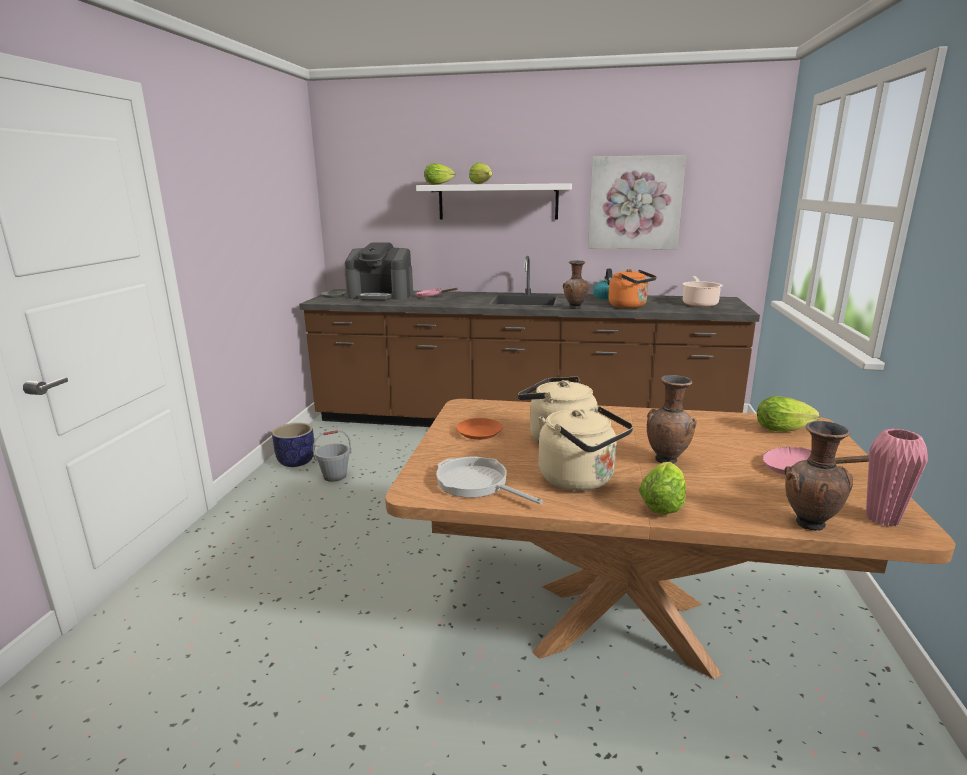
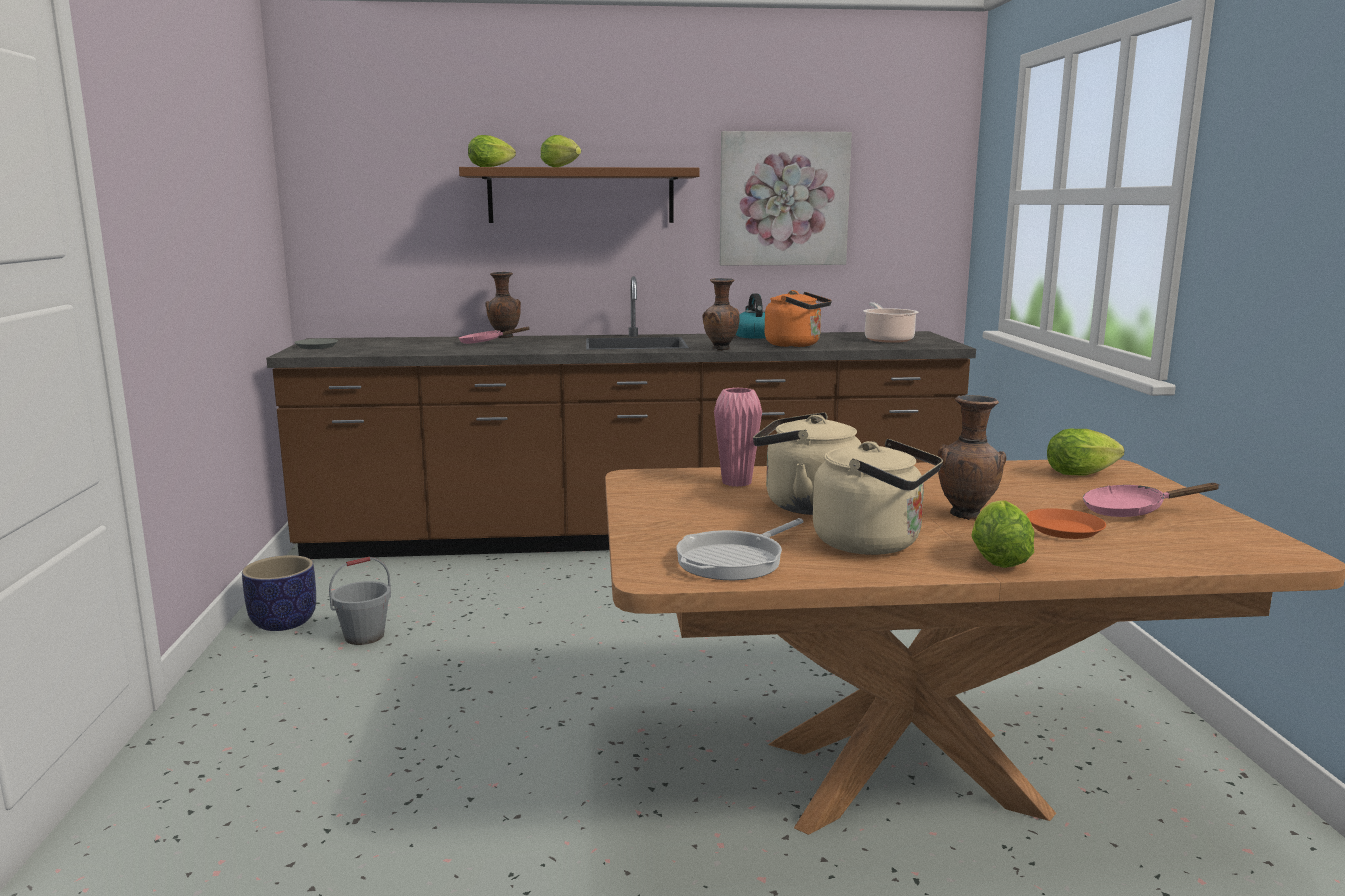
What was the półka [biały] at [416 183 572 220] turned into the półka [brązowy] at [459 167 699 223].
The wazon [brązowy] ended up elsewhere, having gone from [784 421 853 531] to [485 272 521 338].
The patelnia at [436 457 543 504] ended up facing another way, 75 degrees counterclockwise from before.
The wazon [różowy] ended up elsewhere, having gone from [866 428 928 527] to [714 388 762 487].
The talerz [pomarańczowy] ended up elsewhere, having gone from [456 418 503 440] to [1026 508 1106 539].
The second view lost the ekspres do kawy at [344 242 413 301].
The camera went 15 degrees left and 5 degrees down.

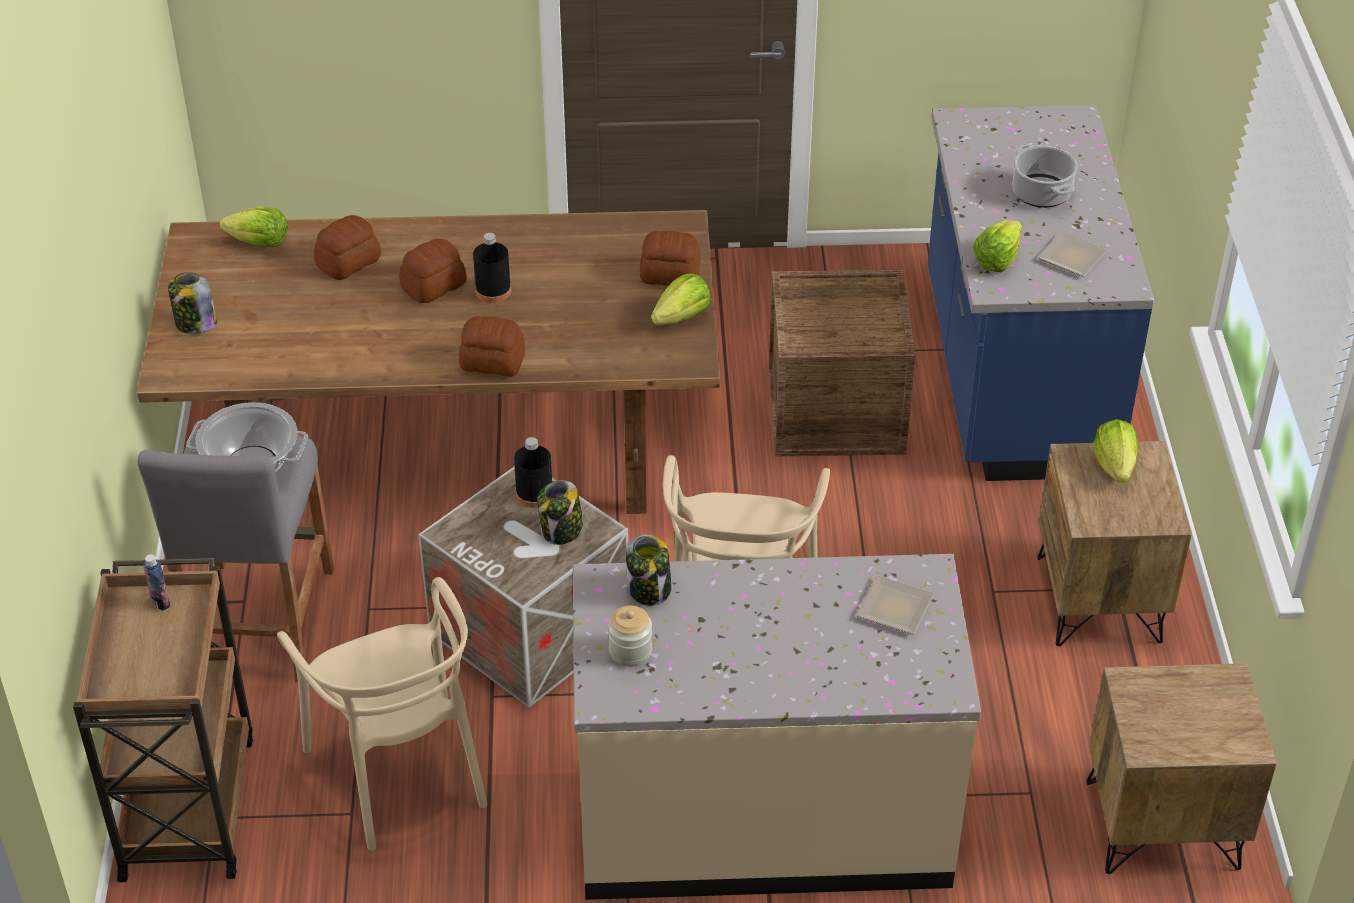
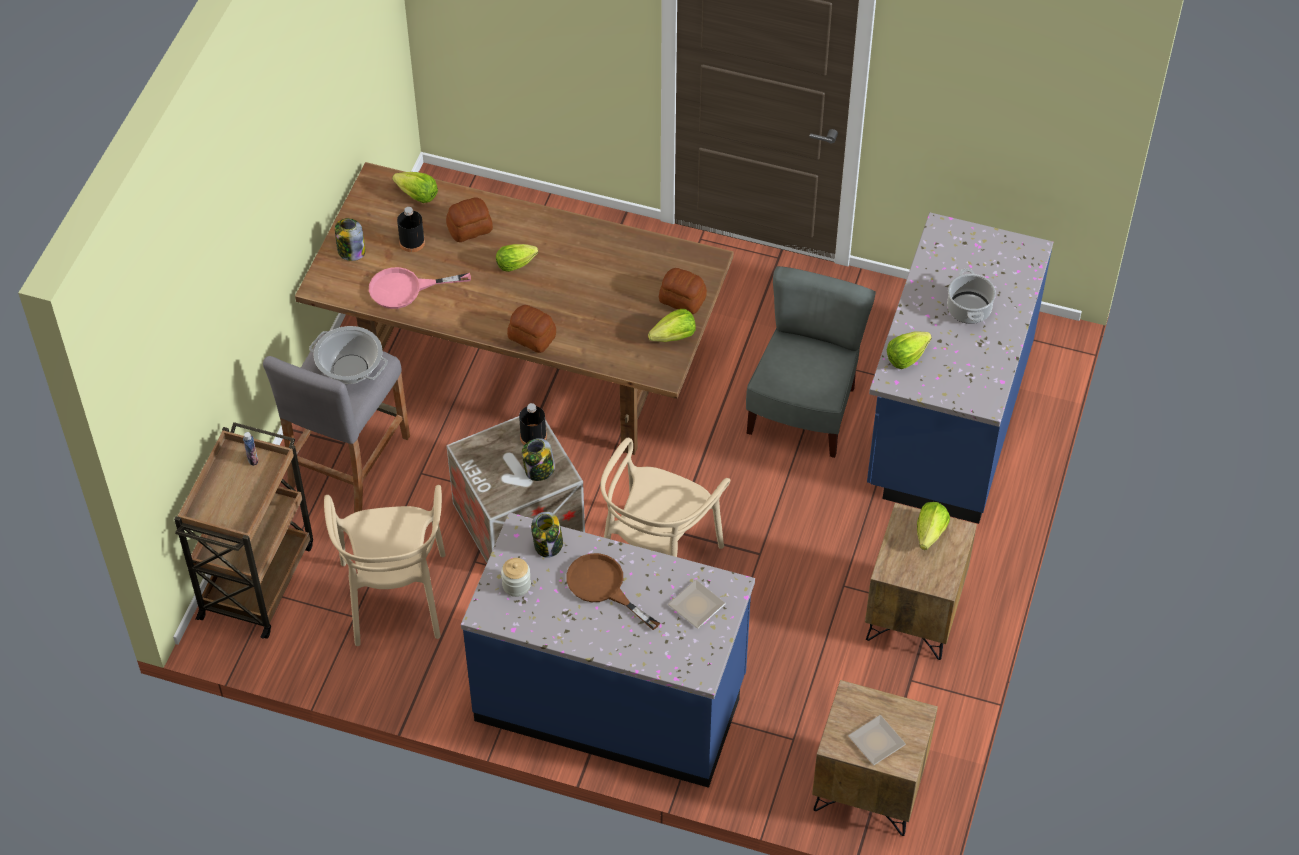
The second view gained the patelnia [różowy] at [369 267 471 309].
The butelka [czarny] ended up elsewhere, having gone from [473 233 511 303] to [397 207 425 252].
What was the zabudowa kuchenna [beżowy] at [573 554 981 900] turned into the zabudowa kuchenna [niebieski] at [461 512 755 788].
Where the chleb stood at [399 239 467 303], the sałata came to stand at [496 244 538 272].
The second view gained the patelnia [brązowy] at [566 553 660 630].
Where the skrzynka stood at [769 270 916 457], the krzesło [szary] came to stand at [746 266 876 458].
The talerz ended up elsewhere, having gone from [1038 232 1108 277] to [848 715 906 765].
The camera went 20 degrees right and 10 degrees up.

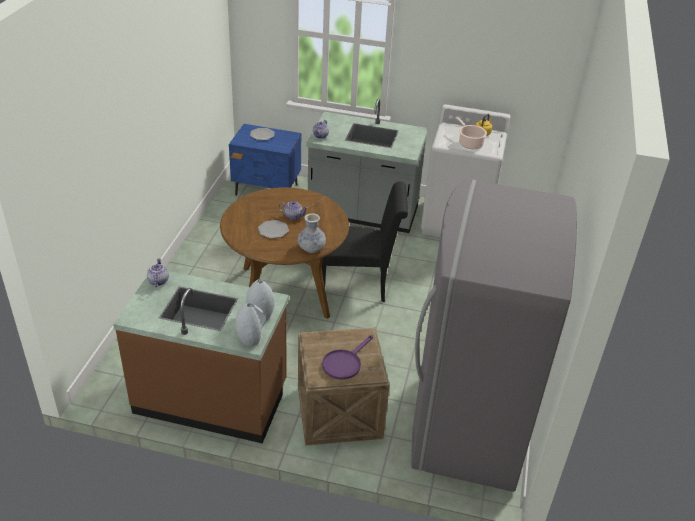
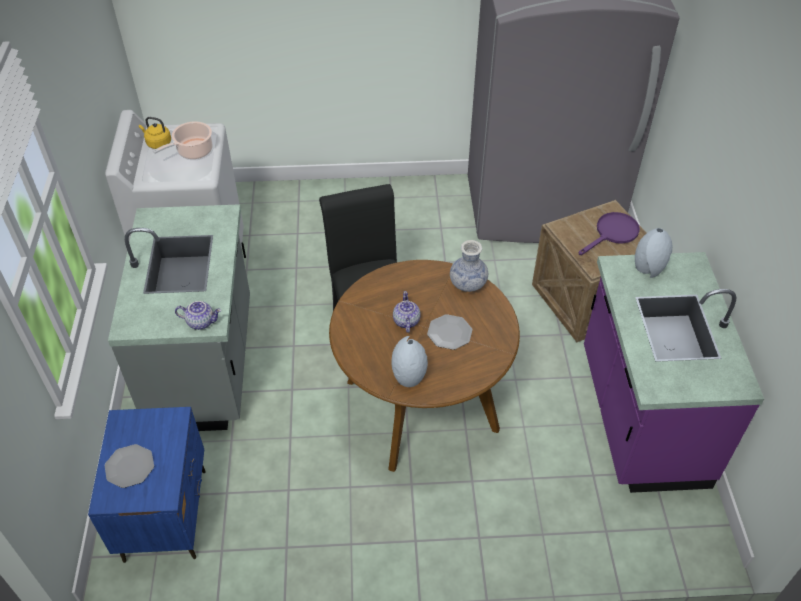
The wazon [szary] ended up elsewhere, having gone from [235 303 266 346] to [391 336 428 387].
The patelnia [fioletowy] at [322 335 373 380] ended up facing another way, 60 degrees counterclockwise from before.
What was the zabudowa kuchenna [brązowy] at [113 271 289 443] turned into the zabudowa kuchenna [fioletowy] at [584 252 764 493].
The second view lost the imbryk at [147 258 169 287].
The camera went 105 degrees left and 10 degrees up.

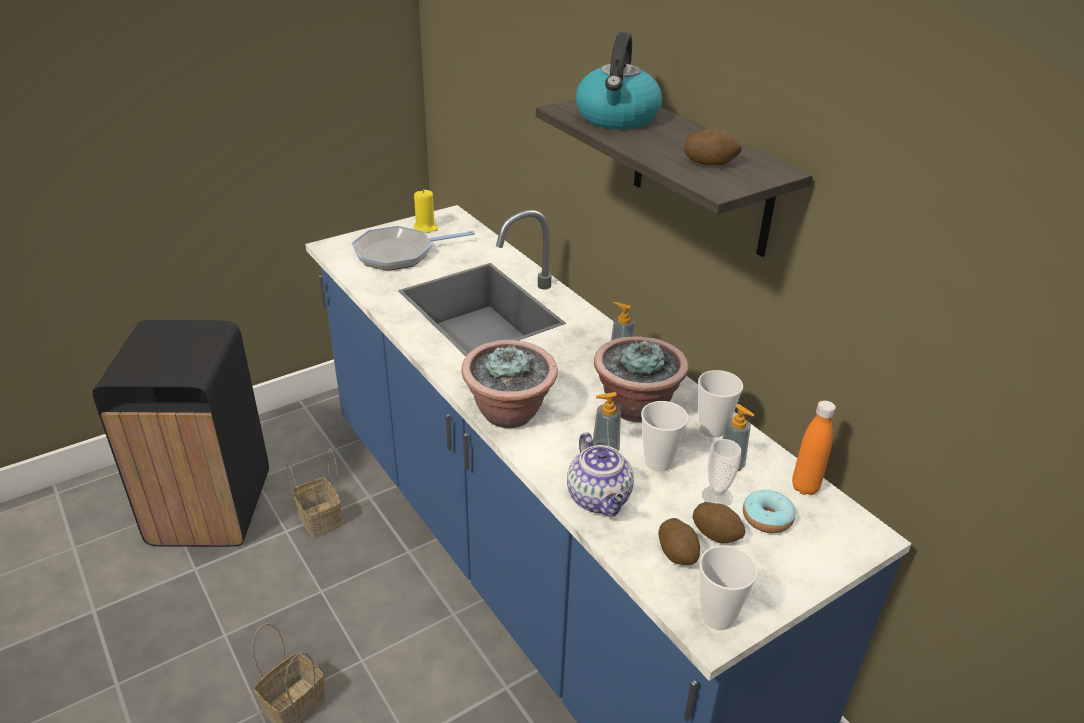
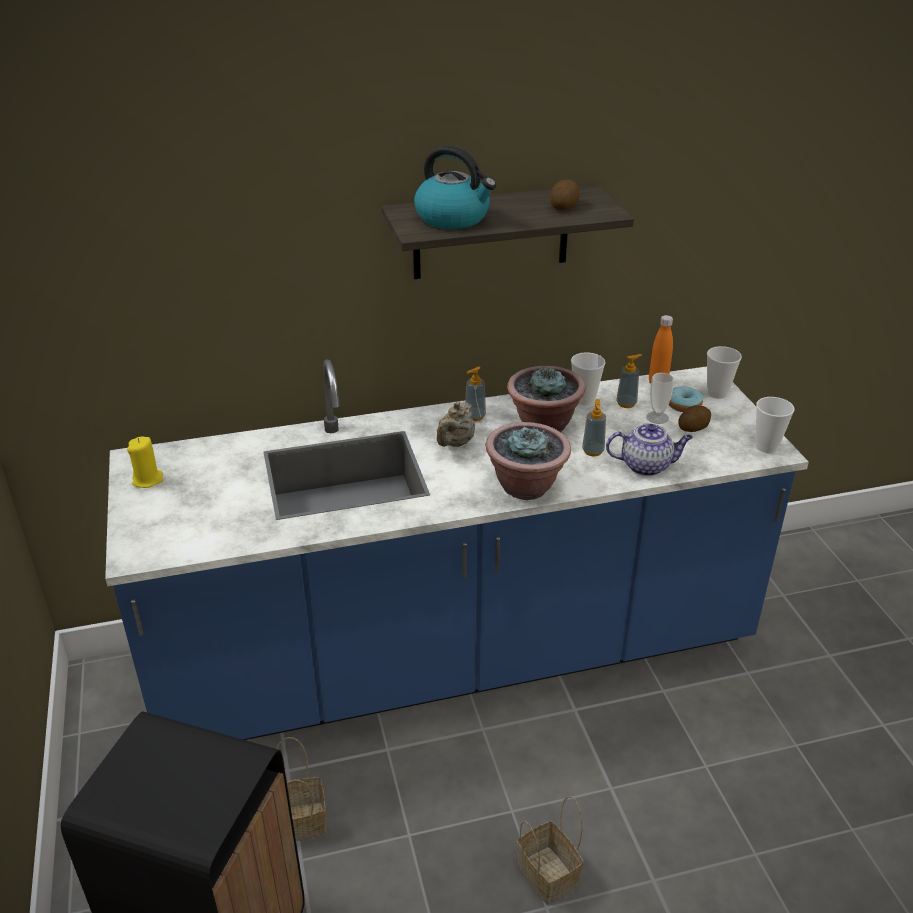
The second view gained the imbryk [beżowy] at [437 402 475 447].
The filiżanka ended up elsewhere, having gone from [641 401 688 472] to [707 346 742 399].
The second view lost the patelnia at [352 226 475 271].
The second view lost the ziemniak at [658 518 700 565].
The camera went 70 degrees left and 0 degrees up.

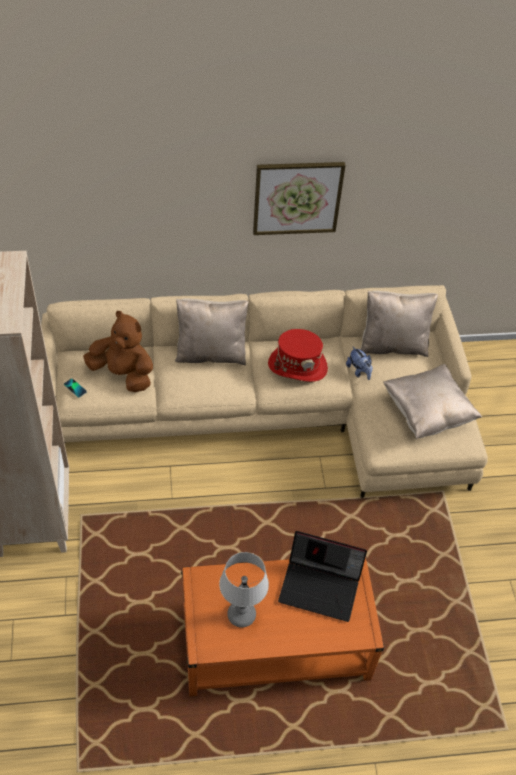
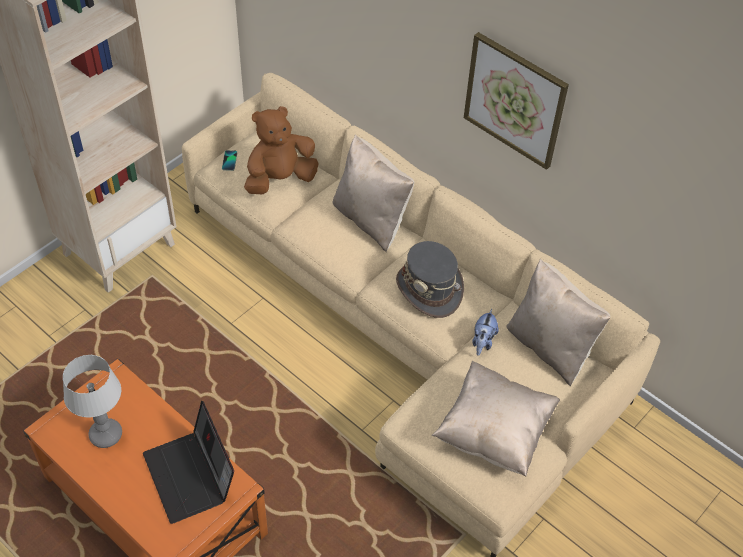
The pluszak [brązowy] at [83 311 153 392] ended up facing another way, 105 degrees counterclockwise from before.
What was the kapelusz [czerwony] at [268 329 328 382] turned into the kapelusz [szary] at [396 241 464 318].
The camera went 50 degrees right and 0 degrees up.

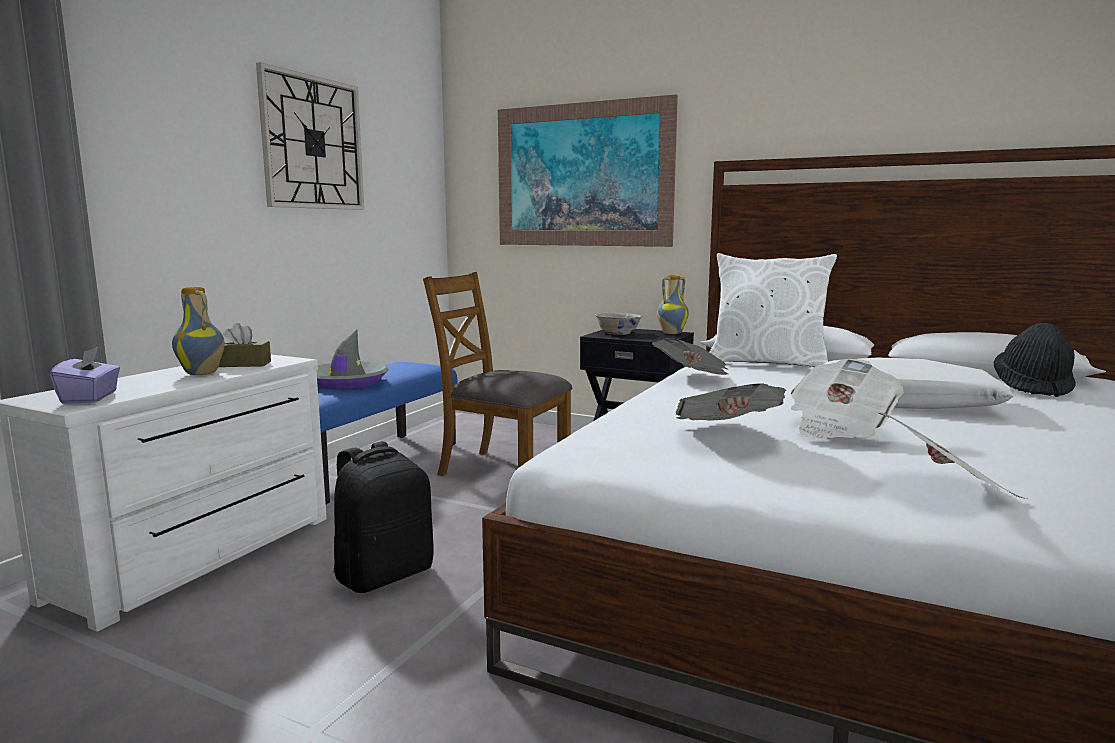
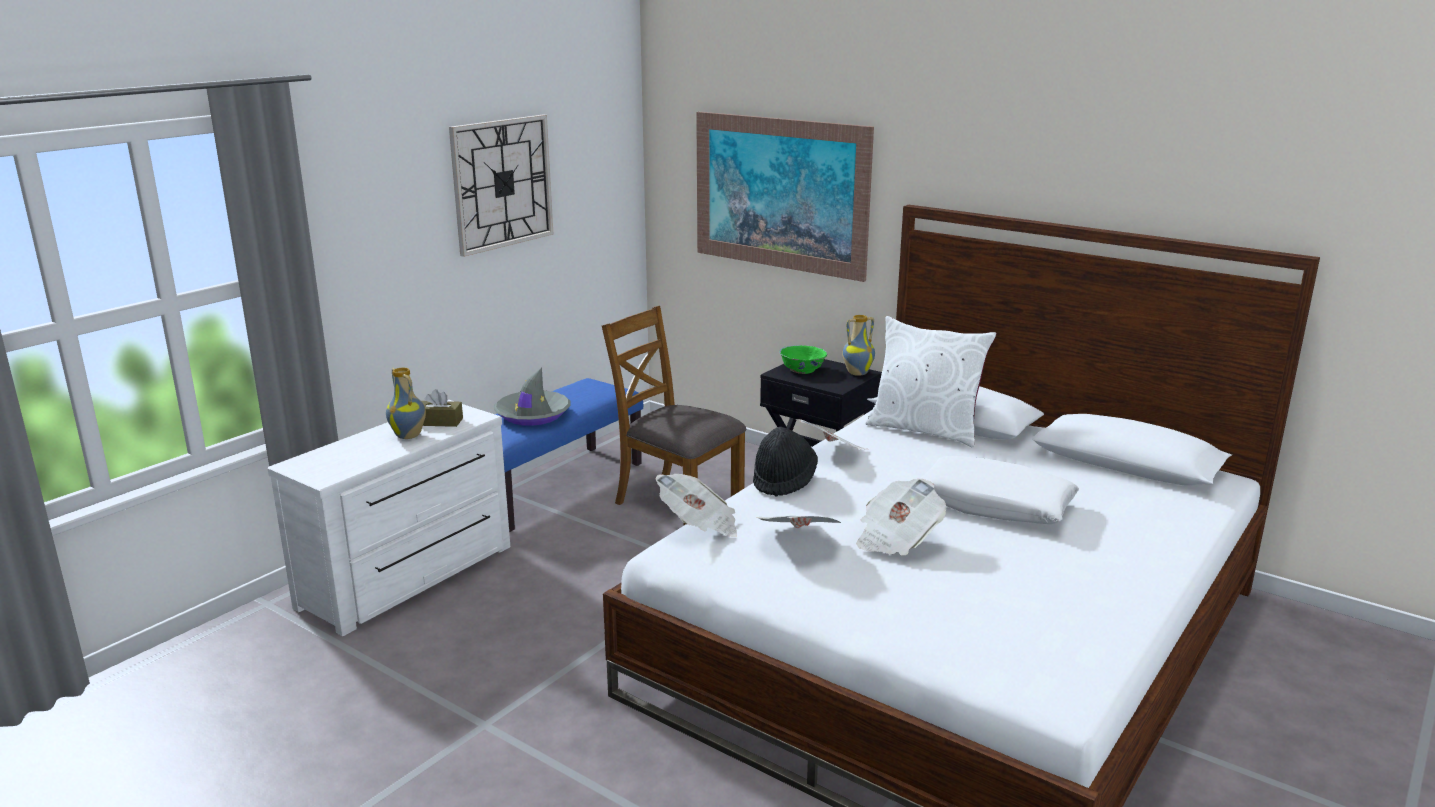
The gazeta ended up elsewhere, having gone from [874 410 1027 499] to [656 474 737 537].
The kapelusz [czarny] ended up elsewhere, having gone from [994 323 1076 397] to [753 427 818 497].
What was the miska [biały] at [595 313 642 335] turned into the miska [zielony] at [779 345 827 374].
The second view lost the pudełko chusteczek [fioletowy] at [50 347 120 404].
The second view lost the plecak [czarny] at [333 441 434 593].
The camera went 10 degrees right and 10 degrees up.

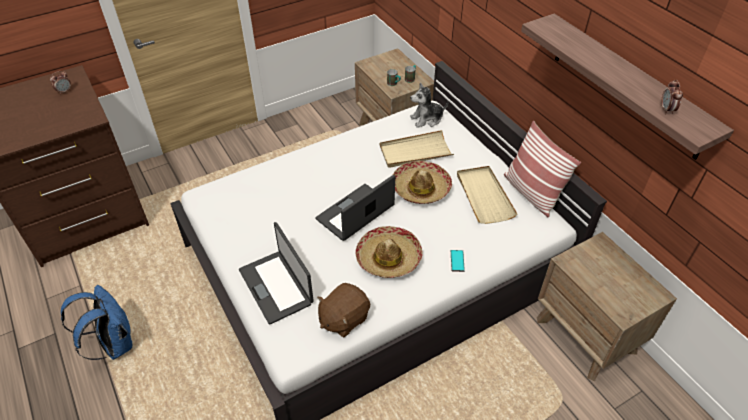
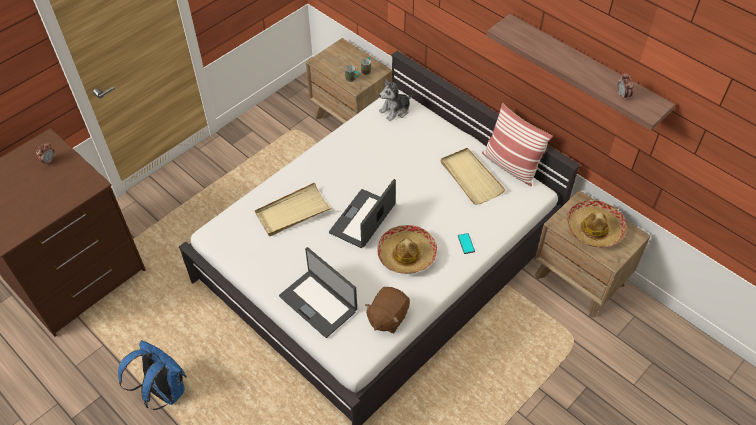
The taca [beżowy] ended up elsewhere, having gone from [380 130 454 168] to [255 182 332 236].
The kapelusz ended up elsewhere, having gone from [393 161 452 204] to [567 200 627 247].
The camera went 15 degrees left and 5 degrees up.

